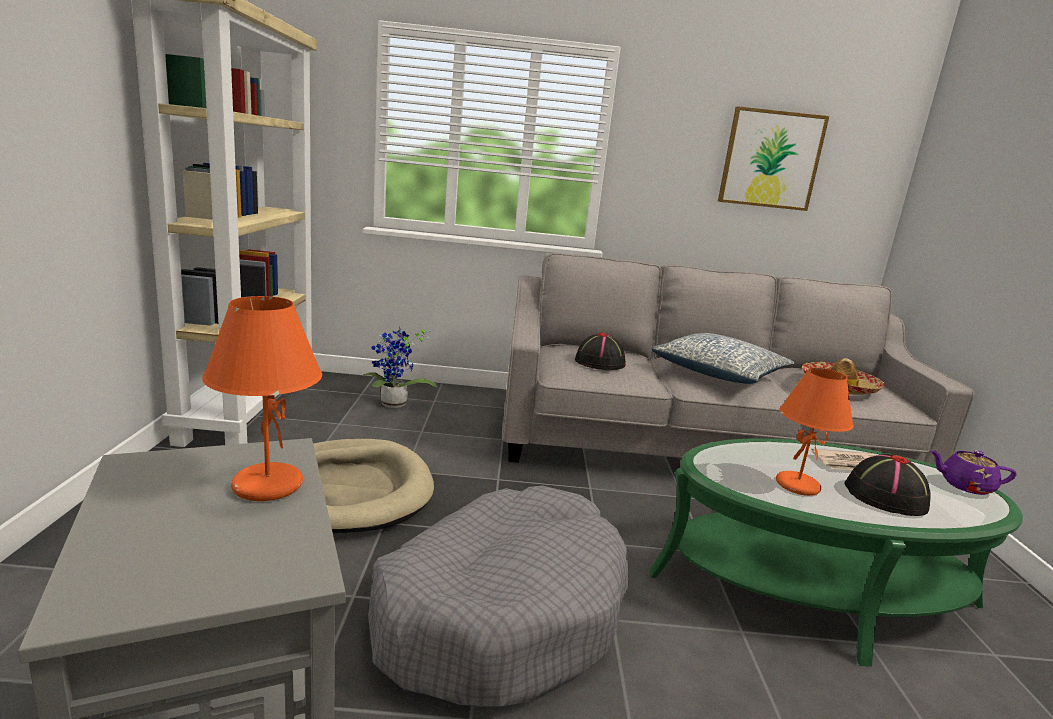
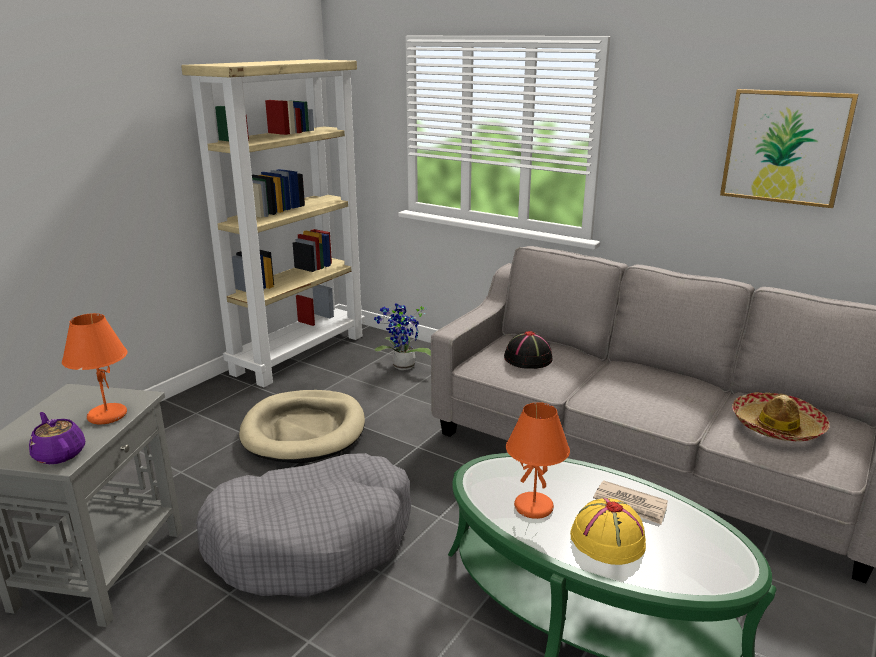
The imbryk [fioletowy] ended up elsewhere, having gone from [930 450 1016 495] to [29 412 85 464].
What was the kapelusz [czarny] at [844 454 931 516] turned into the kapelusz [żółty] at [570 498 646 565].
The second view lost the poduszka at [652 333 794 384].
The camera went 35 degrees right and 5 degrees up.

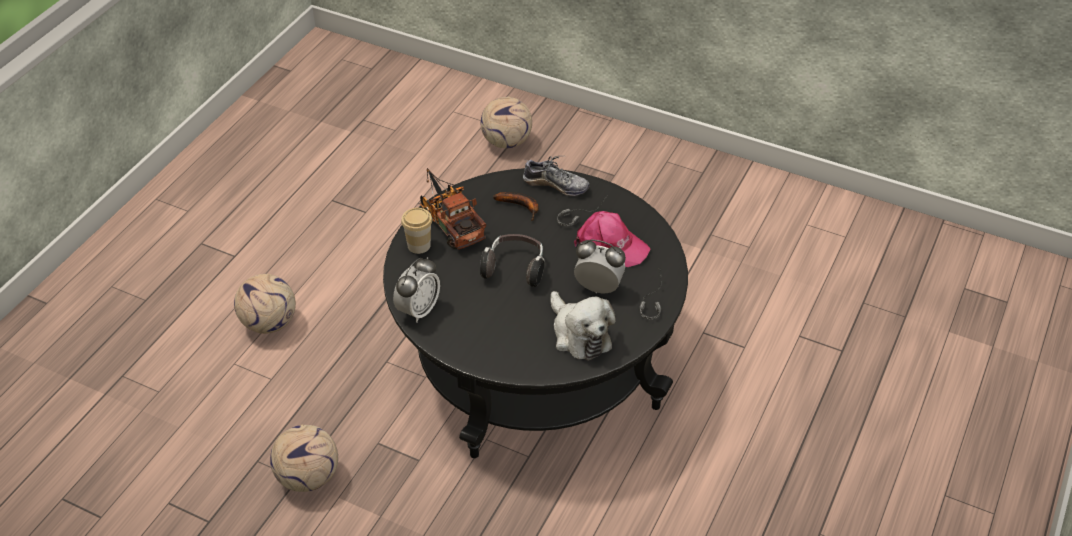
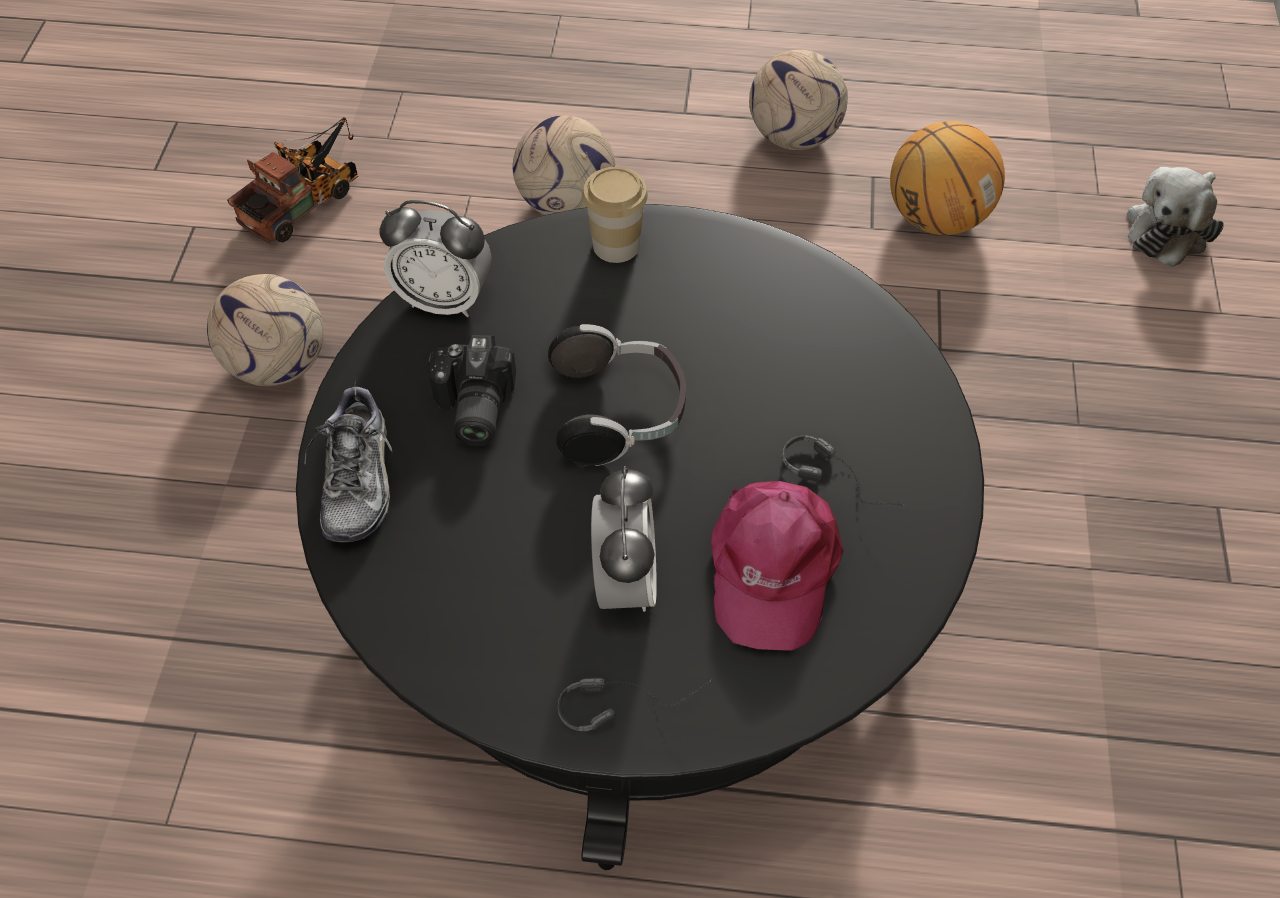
The ciężarówka zabawkowa ended up elsewhere, having gone from [420 168 486 250] to [227 117 358 244].
The but ended up elsewhere, having gone from [523 156 590 196] to [304 379 393 542].
The second view gained the aparat fotograficzny at [427 335 516 446].
The piłka futbolowa ended up elsewhere, having gone from [481 96 532 148] to [749 50 848 150].
The second view gained the piłka do koszykówki at [890 121 1005 235].
The pluszak ended up elsewhere, having gone from [550 291 616 361] to [1127 167 1224 267].
The second view lost the banan at [493 192 539 221].
The camera went 70 degrees right and 10 degrees up.

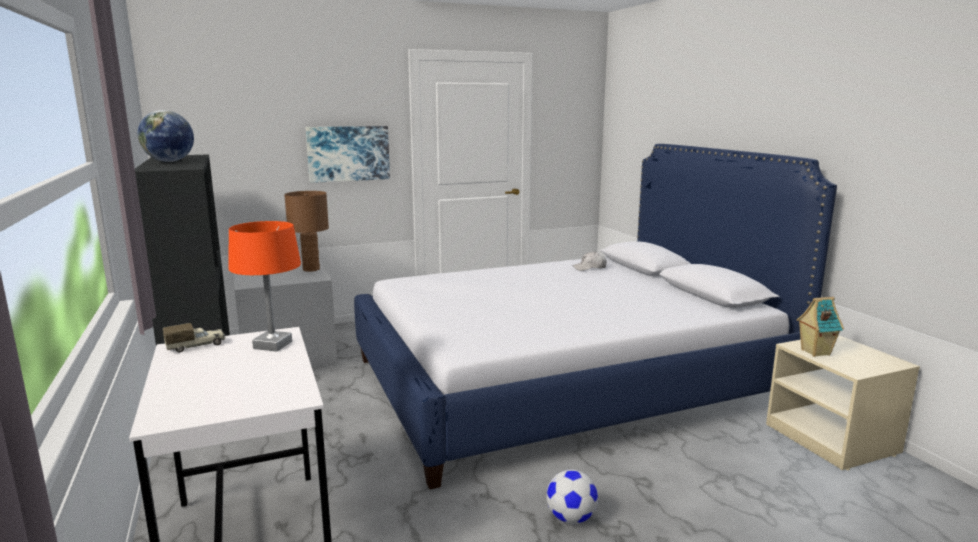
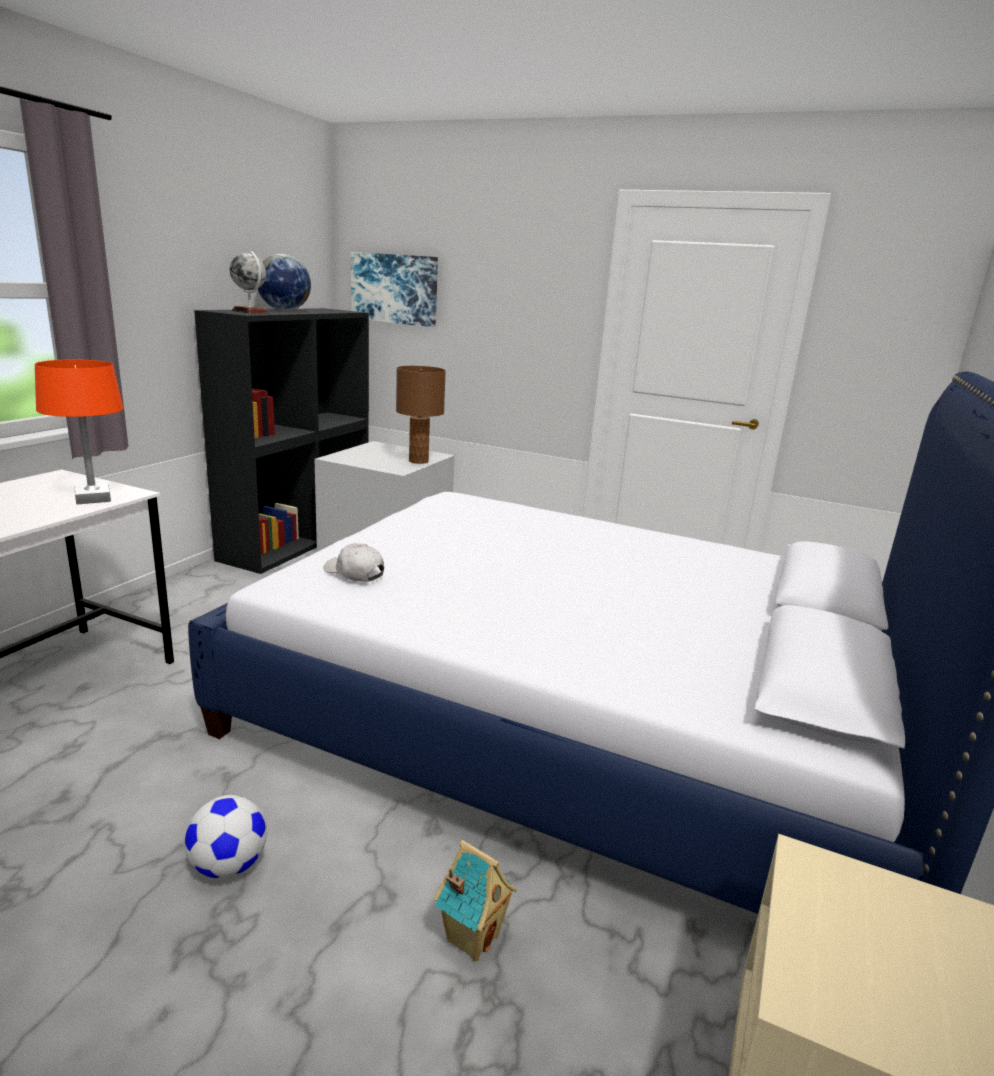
The second view gained the globus at [230 251 269 314].
The czapka z daszkiem [biały] ended up elsewhere, having gone from [572 252 607 271] to [323 544 384 582].
The obraz ended up elsewhere, having gone from [306 126 390 183] to [351 252 438 327].
The domek ended up elsewhere, having gone from [797 297 844 357] to [434 840 517 962].
The second view lost the ciężarówka zabawkowa at [163 323 226 352].
The camera went 45 degrees right and 5 degrees up.

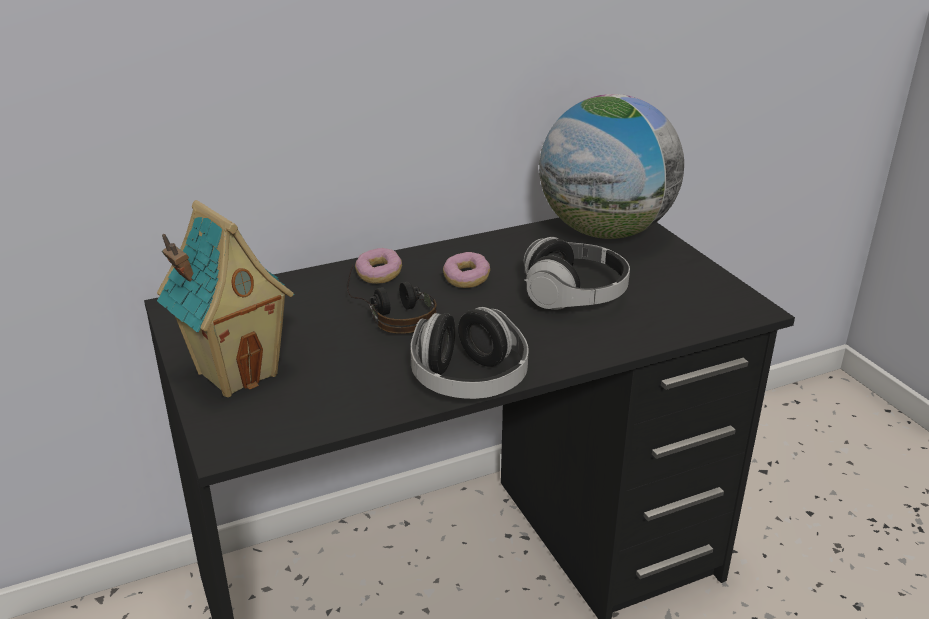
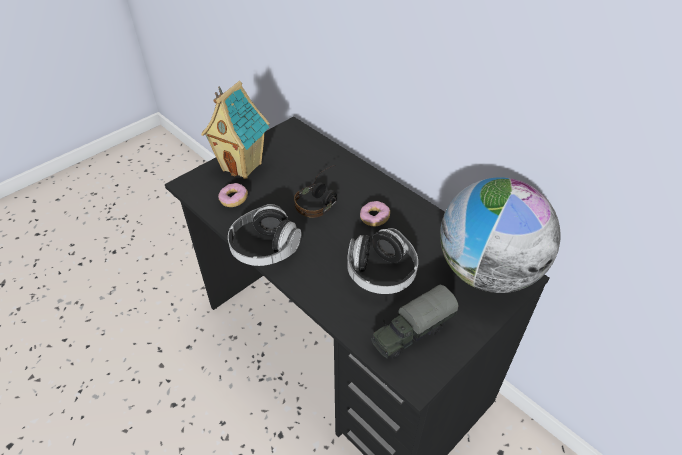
The donut ended up elsewhere, having gone from [355 248 402 284] to [218 183 248 207].
The second view gained the ciężarówka zabawkowa at [371 285 459 359].
The camera went 70 degrees right and 15 degrees up.

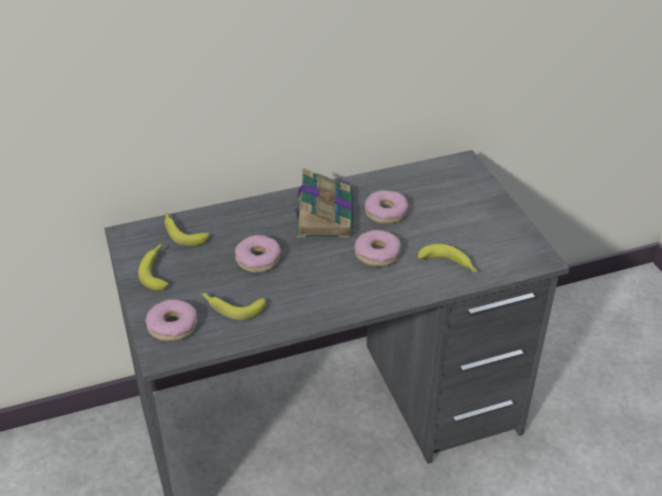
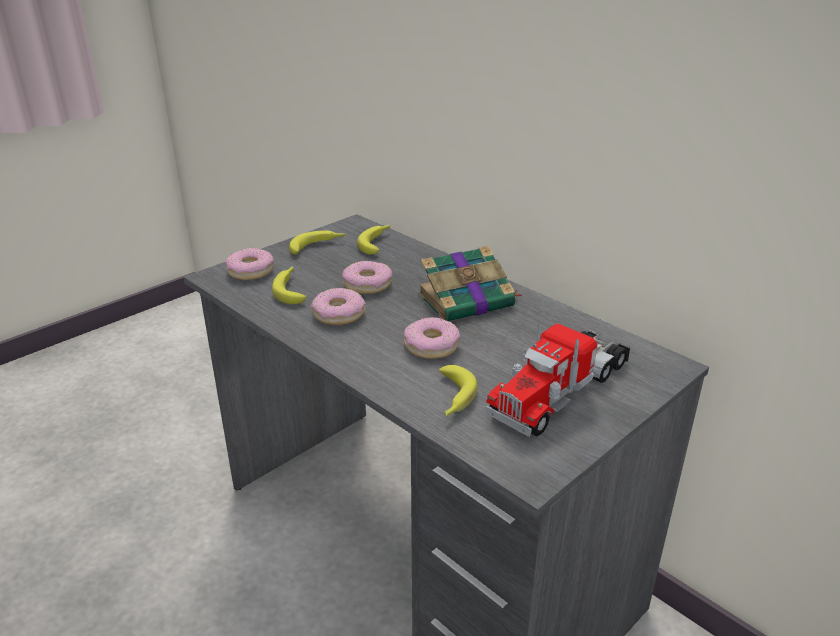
The donut ended up elsewhere, having gone from [365 190 408 224] to [311 288 365 325].
The second view gained the ciężarówka zabawkowa at [485 323 631 437].
The camera went 65 degrees right and 10 degrees down.

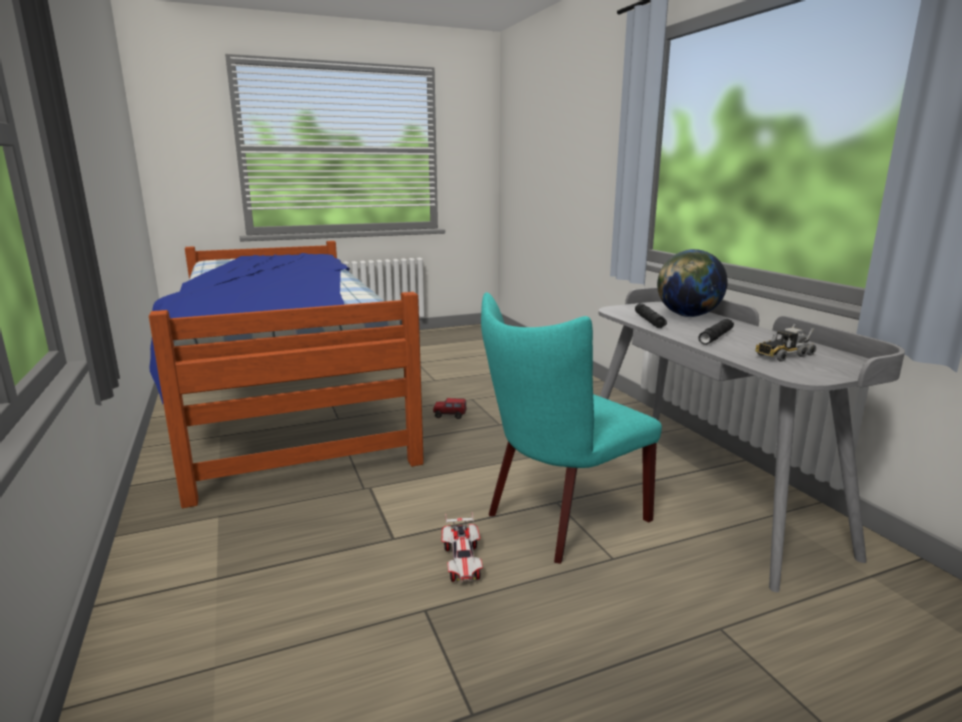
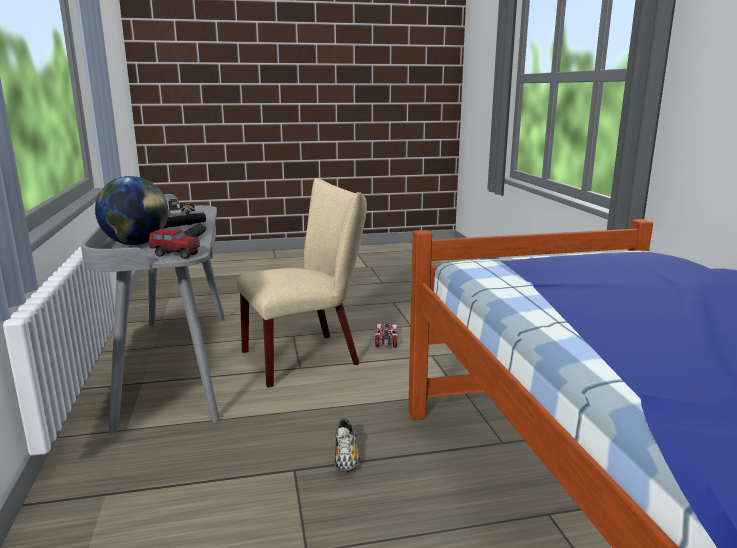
The ciężarówka zabawkowa ended up elsewhere, having gone from [433 398 467 419] to [149 229 200 259].
What was the krzesło [turkusowy] at [481 292 662 564] turned into the krzesło [beżowy] at [237 178 367 388].
The second view gained the but at [335 418 360 472].
The camera went 170 degrees left and 0 degrees up.

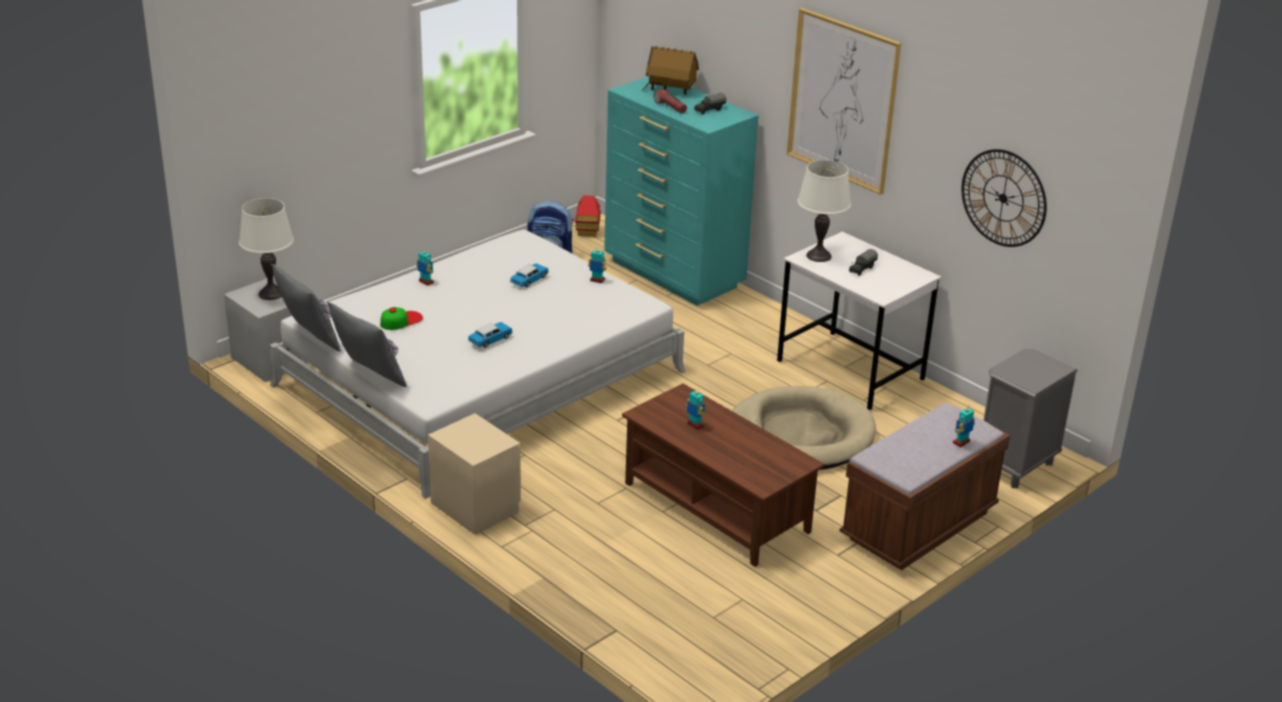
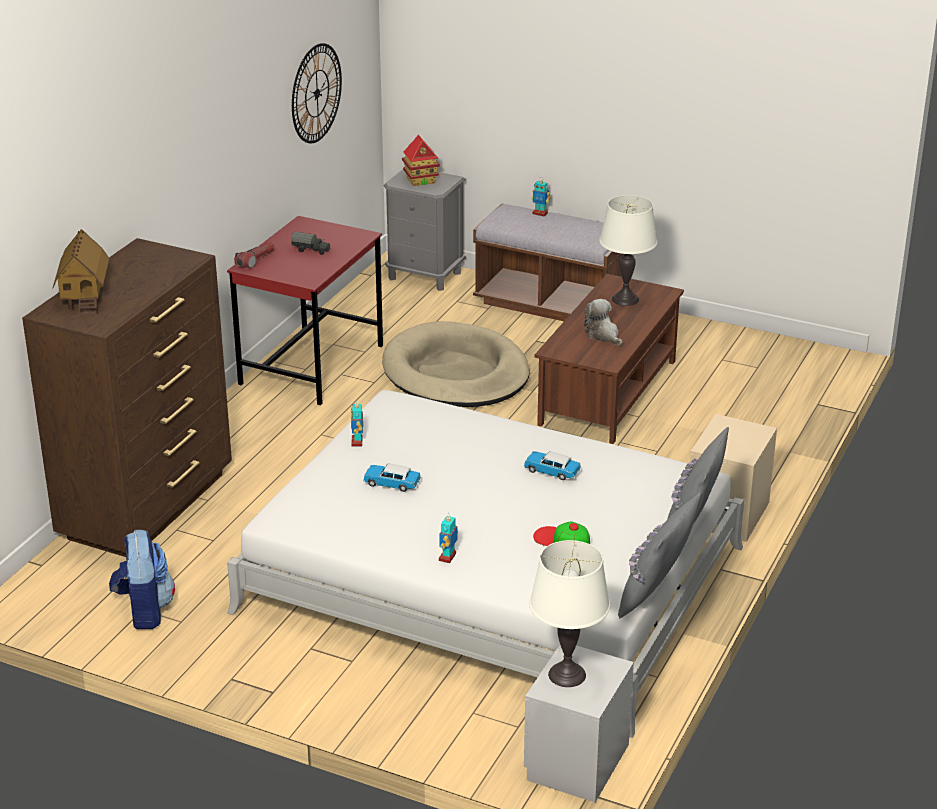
What was the komoda [turkusowy] at [604 76 758 306] turned into the komoda [brązowy] at [22 238 232 557].
What was the biurko [biały] at [777 232 942 410] turned into the biurko [czerwony] at [227 216 383 405].
The latarka ended up elsewhere, having gone from [653 89 687 114] to [234 241 275 268].
The domek ended up elsewhere, having gone from [575 196 601 237] to [402 135 440 186].
Where the robot zabawkowy stood at [686 388 705 430], the pluszak came to stand at [584 299 622 346].
The lampa stołowa [biały] ended up elsewhere, having gone from [797 160 851 262] to [599 195 658 306].
The second view lost the ciężarówka zabawkowa at [694 93 726 114].
The second view lost the obraz at [787 8 901 195].
The camera went 110 degrees left and 0 degrees up.

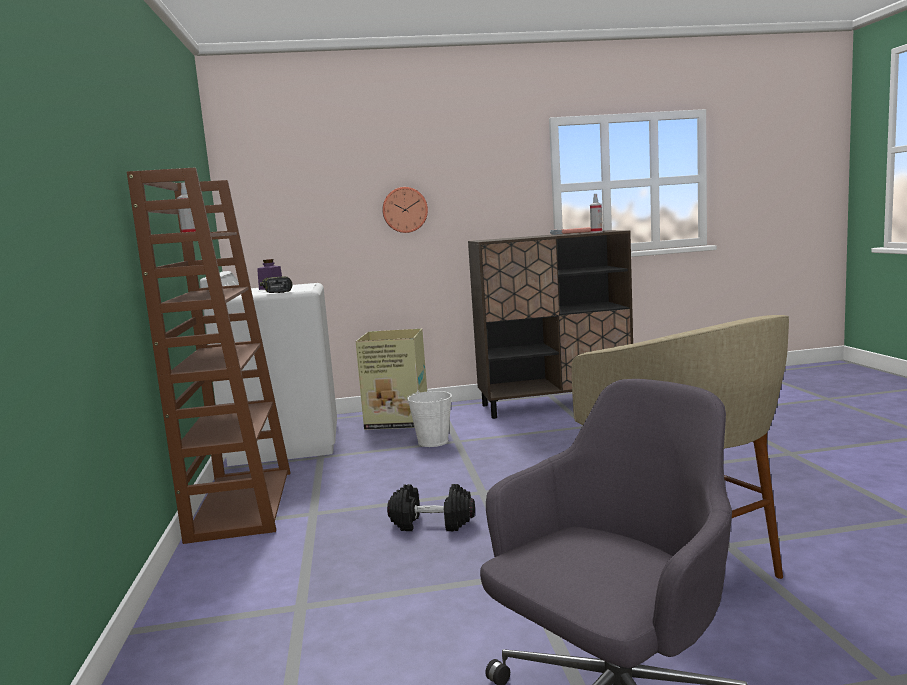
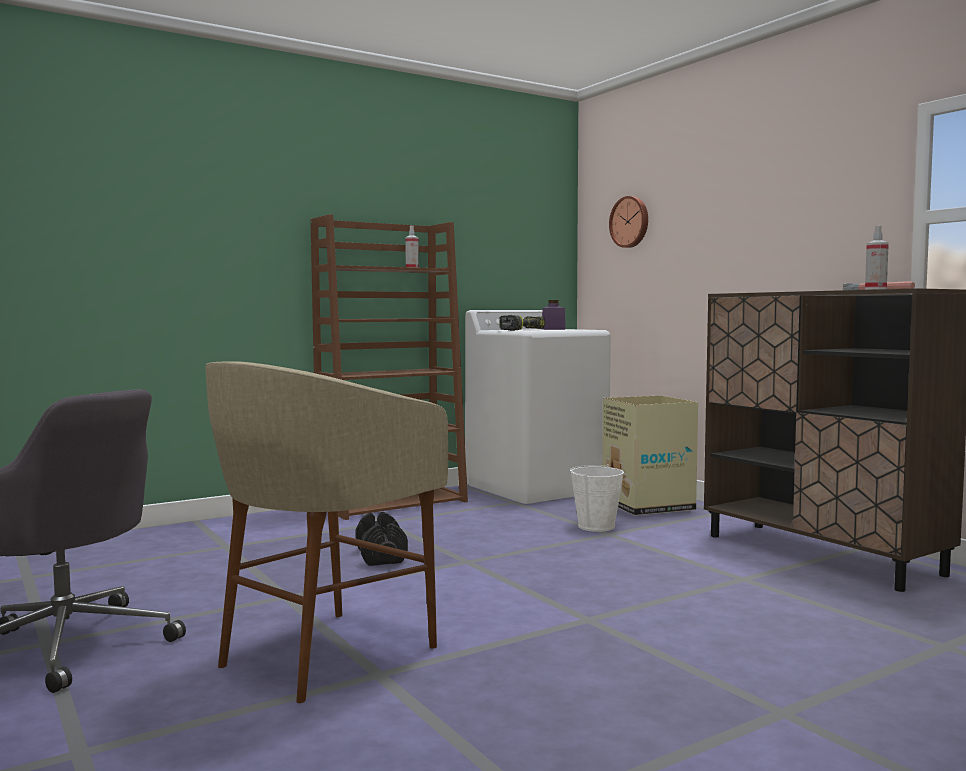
The zegar ścienny ended up elsewhere, having gone from [382 187 428 233] to [609 196 648 248].
The camera went 65 degrees right and 5 degrees down.

